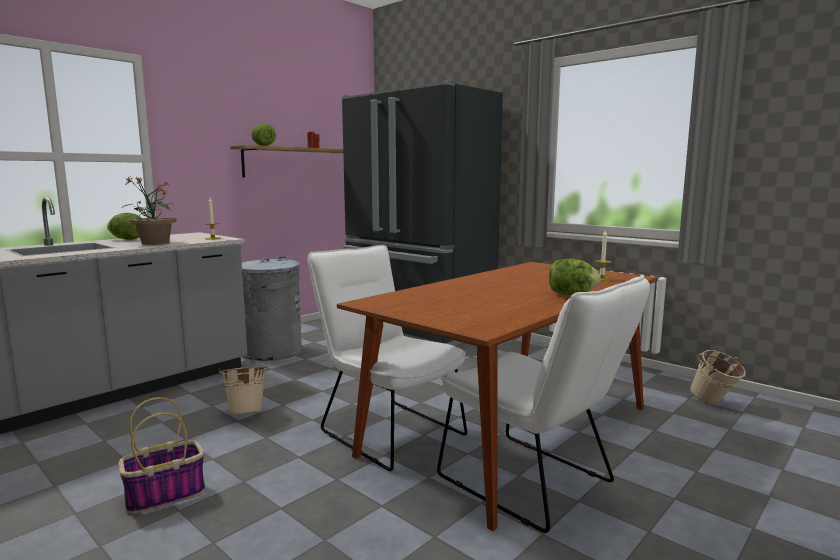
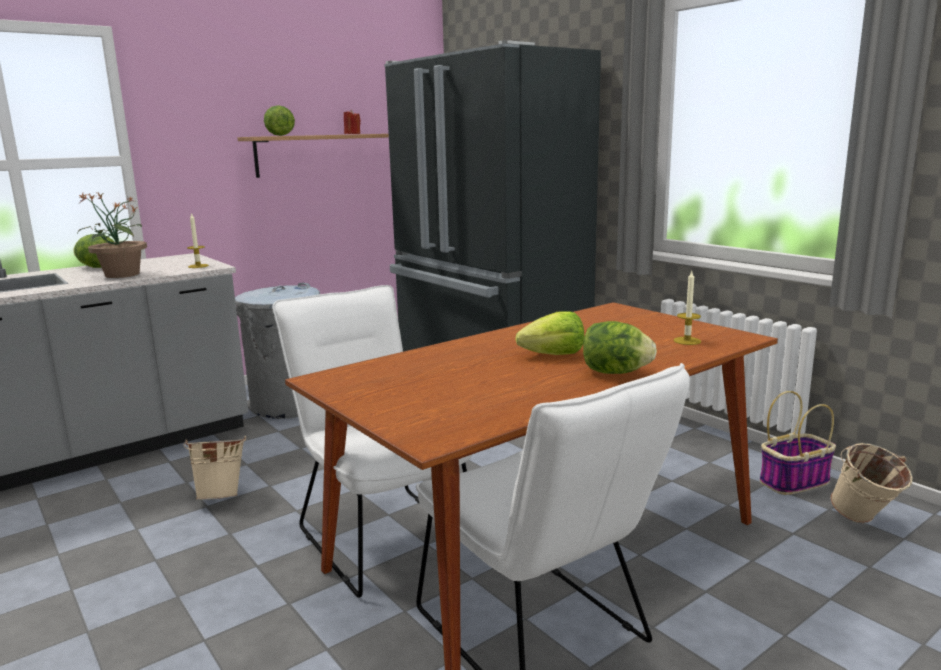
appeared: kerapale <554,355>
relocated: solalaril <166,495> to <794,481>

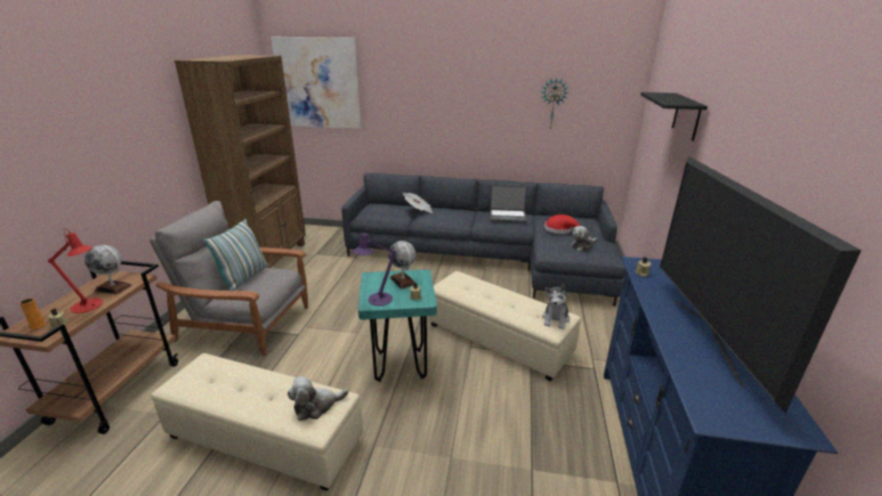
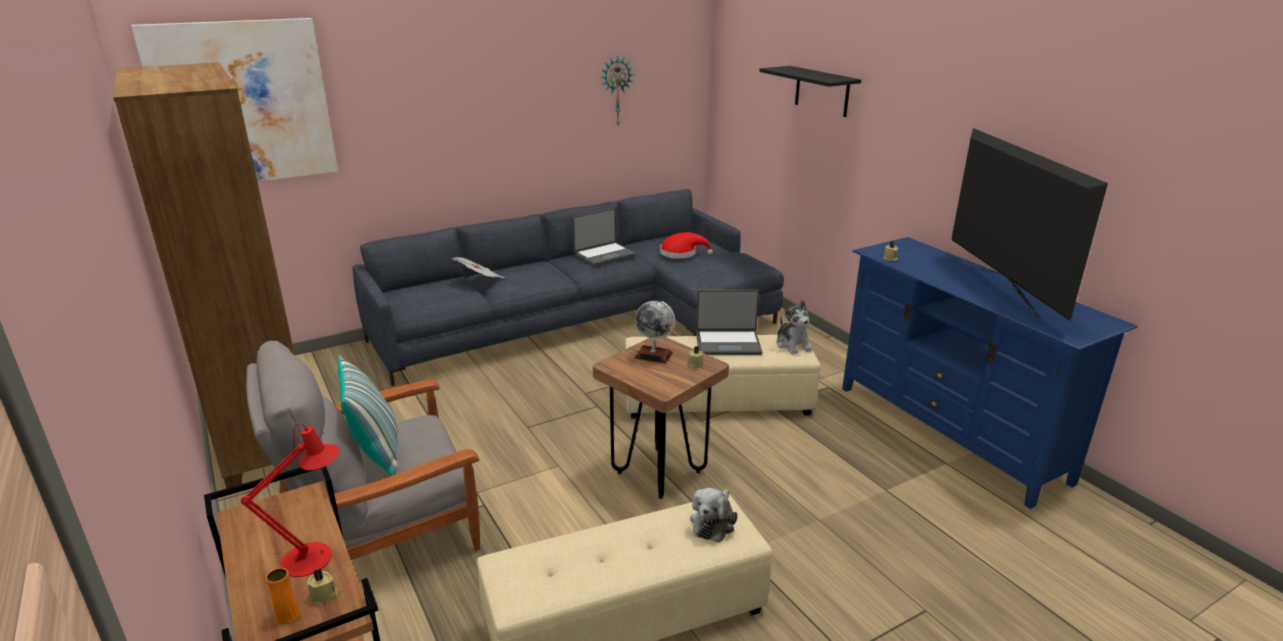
missing: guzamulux <114,288>; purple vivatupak <377,300>; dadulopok <583,246>
appeared: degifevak <728,343>
colour: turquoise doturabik <400,365> to brown doturabik <659,472>
spun: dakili <705,338> = <998,290> 150 degrees counterclockwise

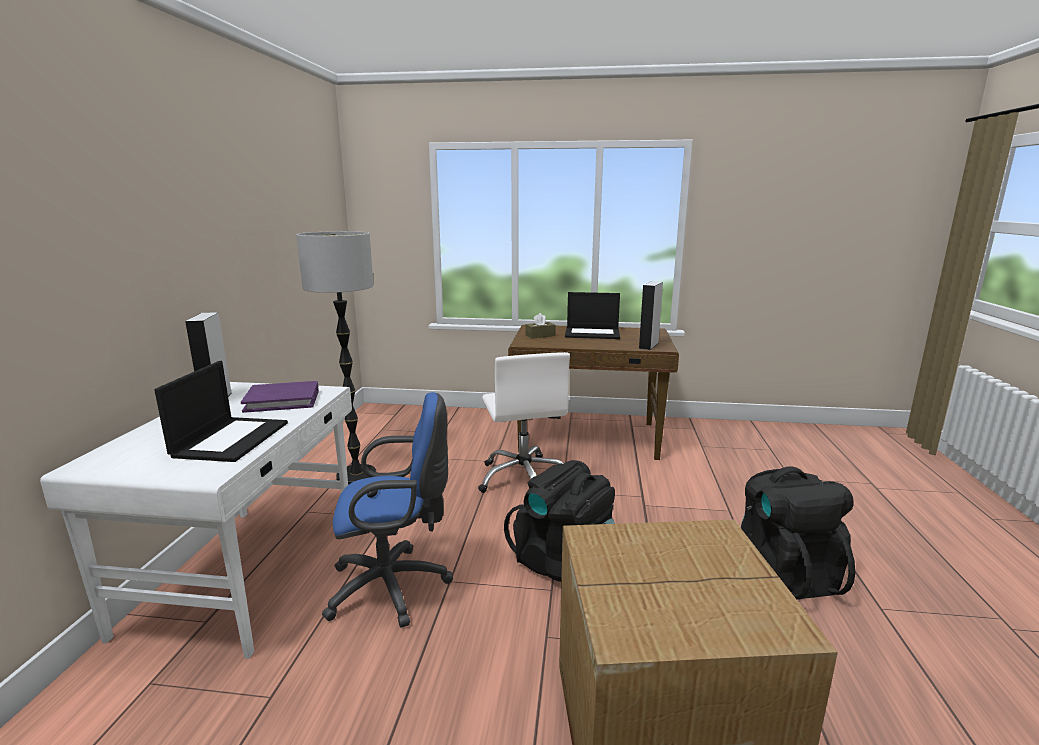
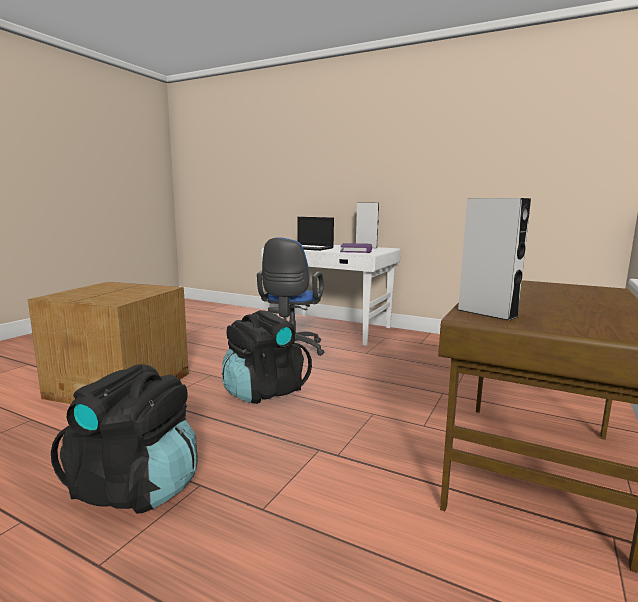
missing: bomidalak <357,477>; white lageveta <524,478>; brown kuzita <540,335>; degifevak <593,333>

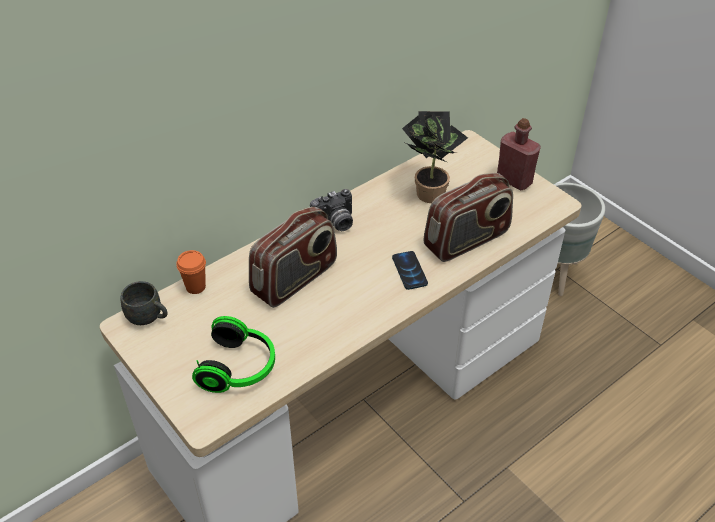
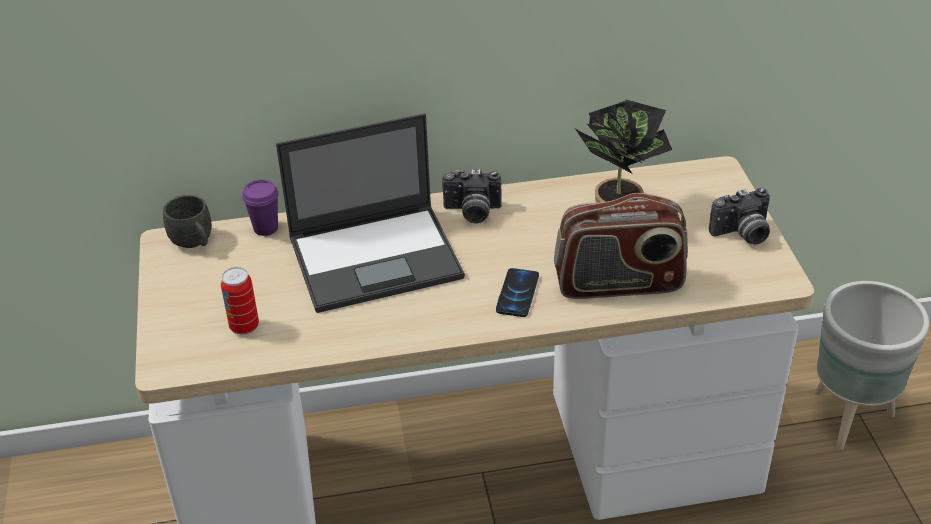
exchanged: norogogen <240,368> to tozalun <244,326>; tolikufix <295,279> to degifevak <377,257>; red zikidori <514,180> to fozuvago <742,234>
colour: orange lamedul <195,287> to purple lamedul <265,228>

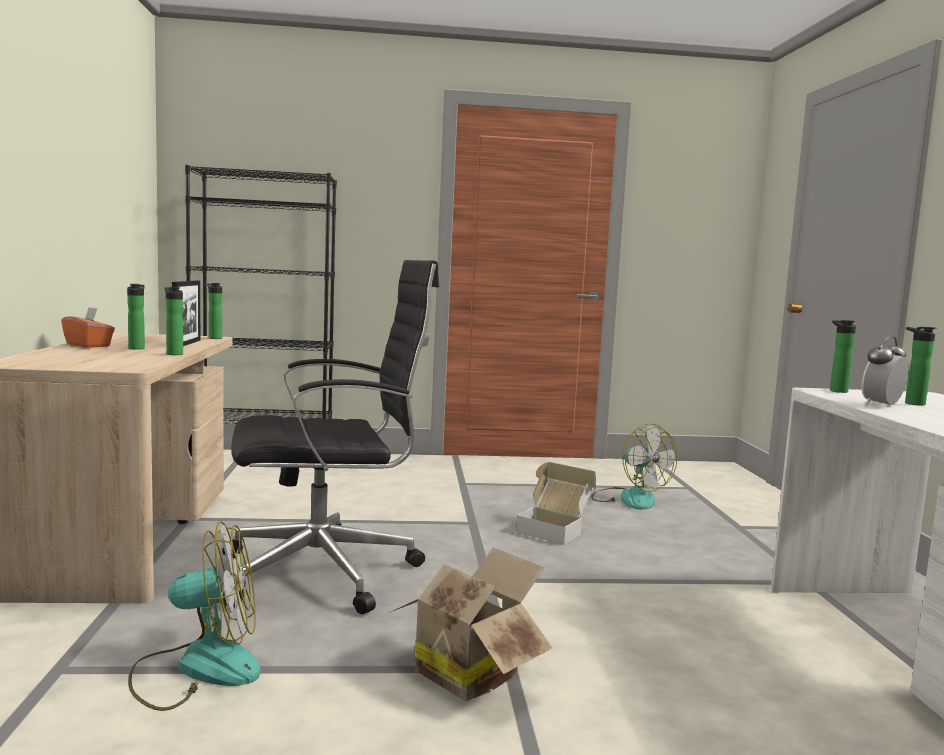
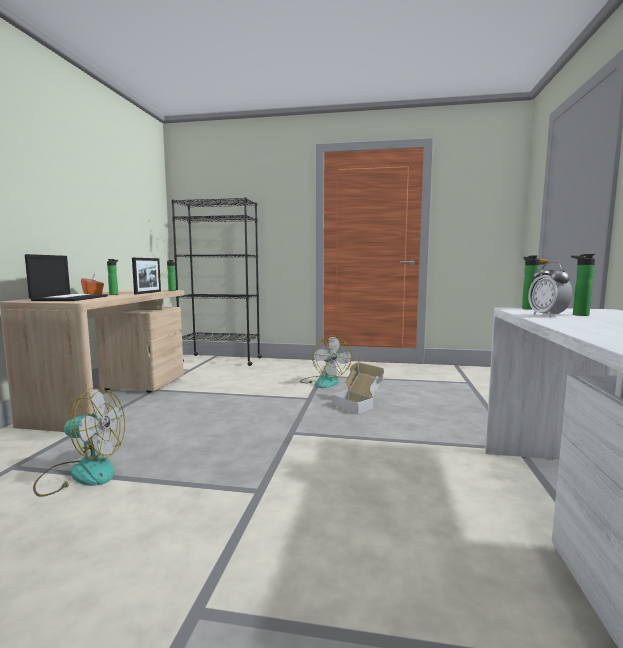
missing: zikidori <174,354>; black lageveta <326,572>; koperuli <469,672>
appeared: degifevak <70,298>
relocated: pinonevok <629,498> to <324,381>
spun: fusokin <881,405> = <547,315> 75 degrees counterclockwise

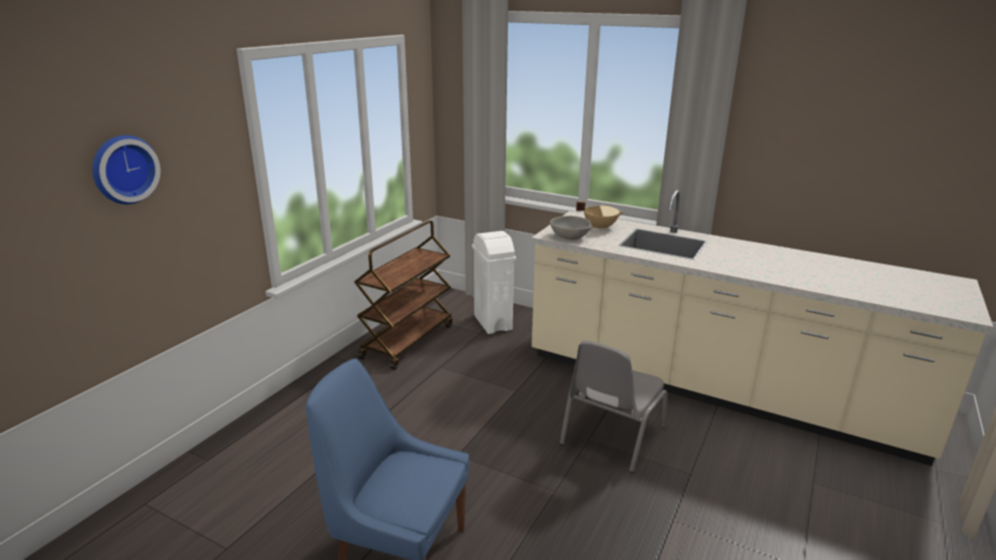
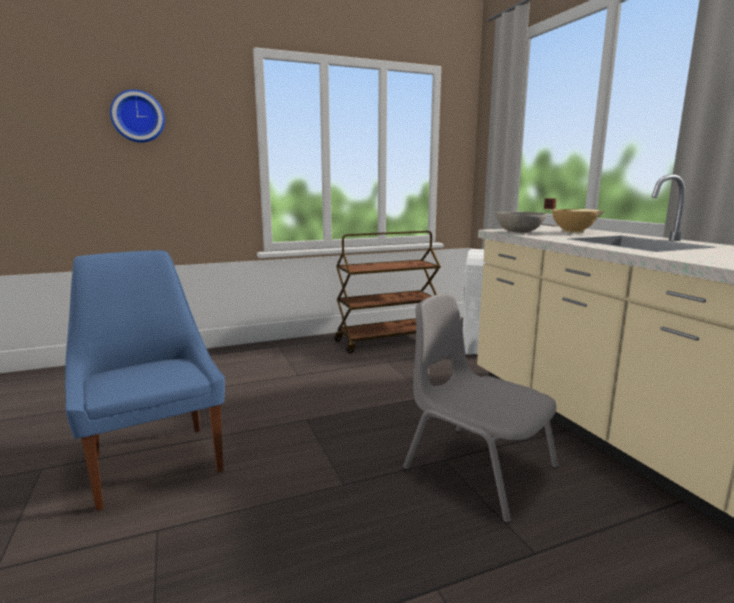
spun: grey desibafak <611,436> = <477,467> 60 degrees clockwise

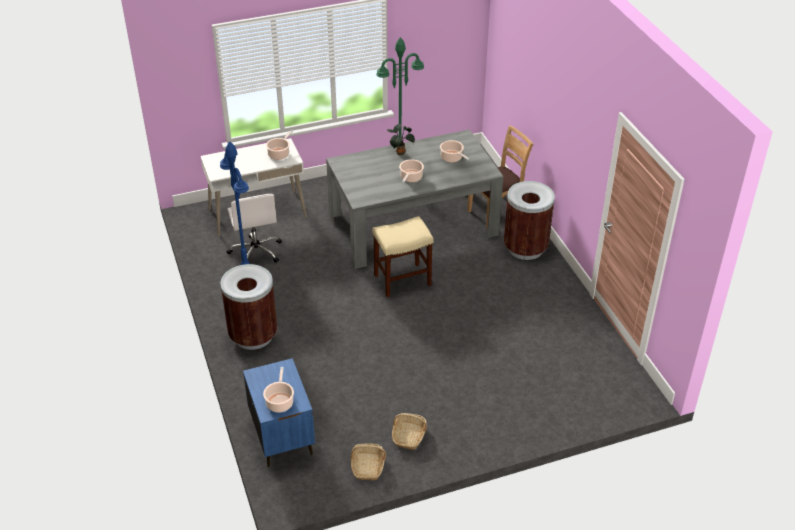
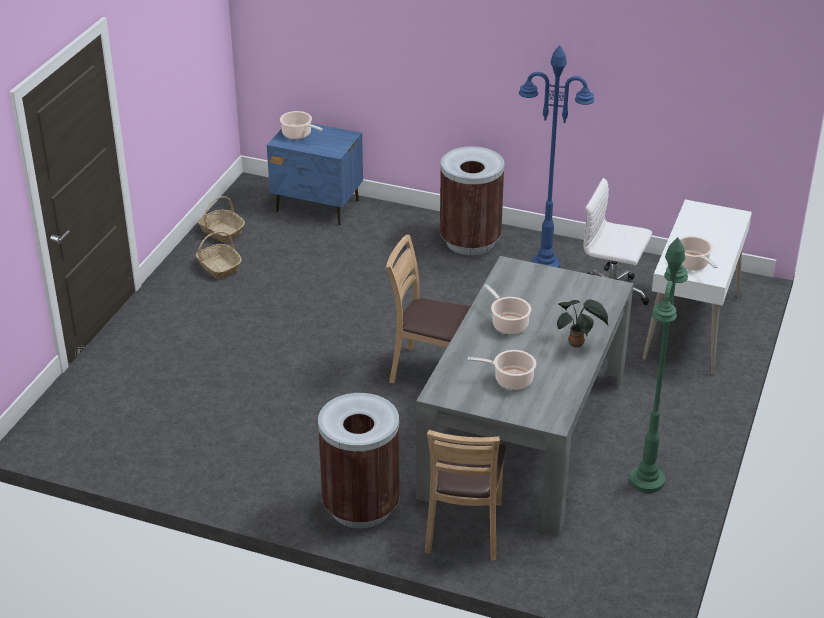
exchanged: beige doturabik <402,280> to brown desibafak <431,371>

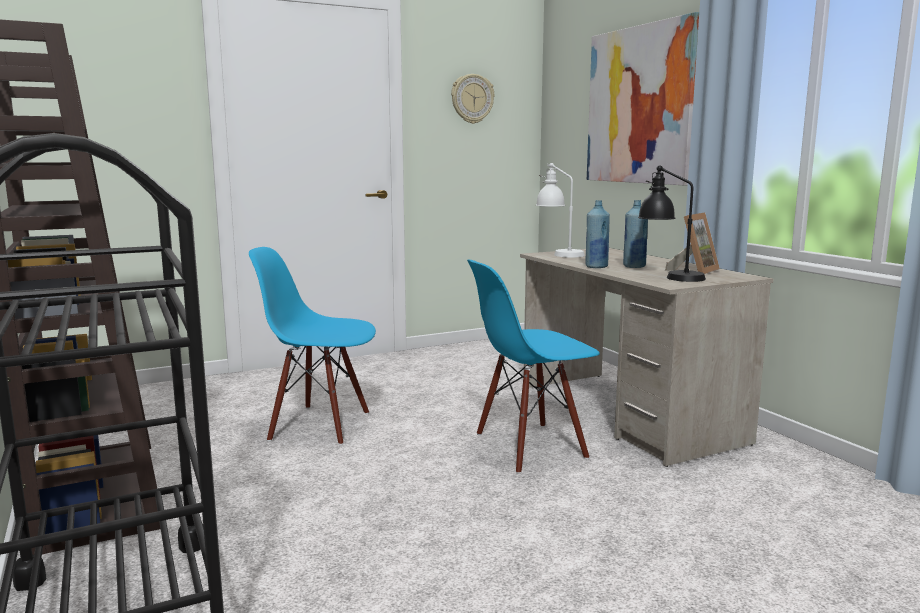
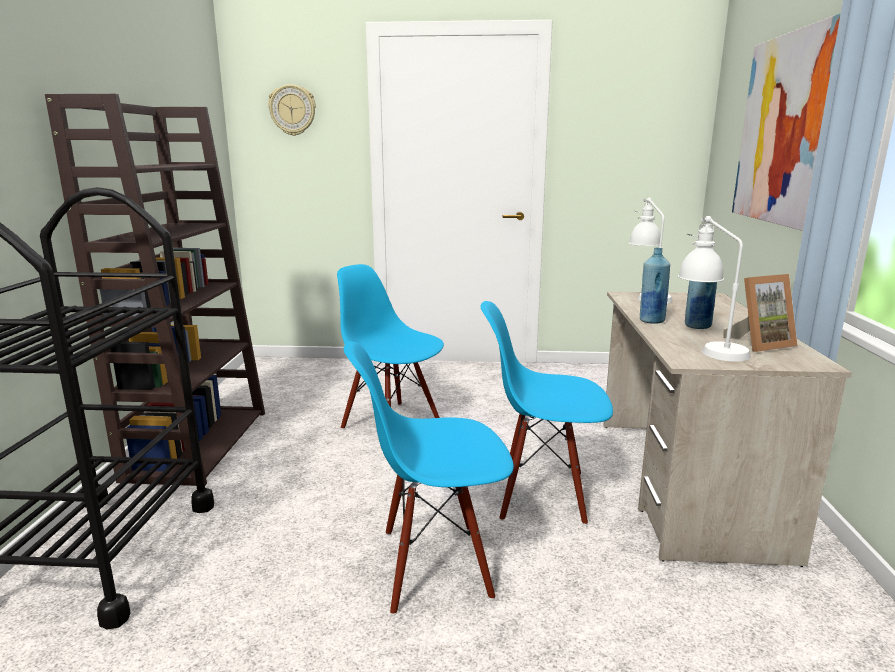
appeared: blue desibafak <434,565>
relocated: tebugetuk <472,99> to <292,110>
colour: black vivatupak <668,277> to white vivatupak <707,348>

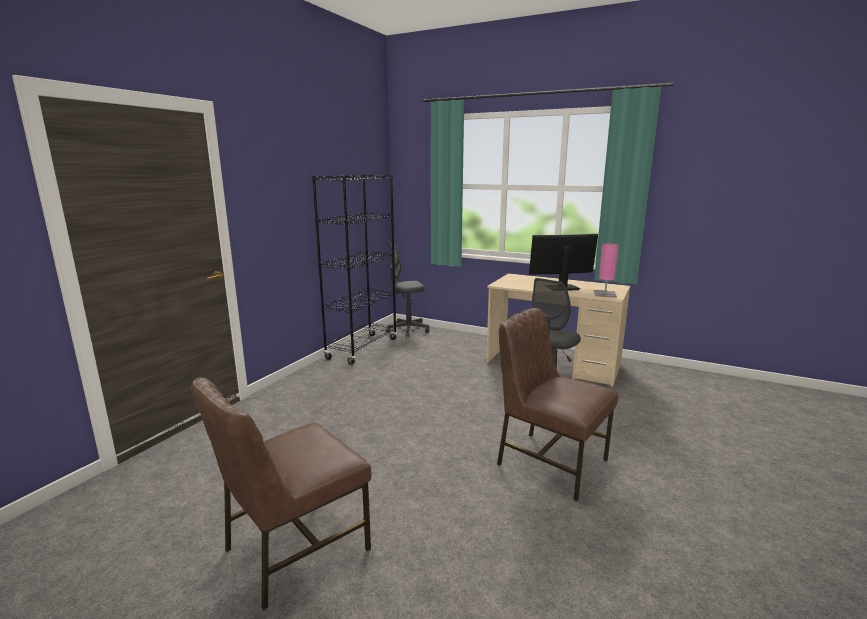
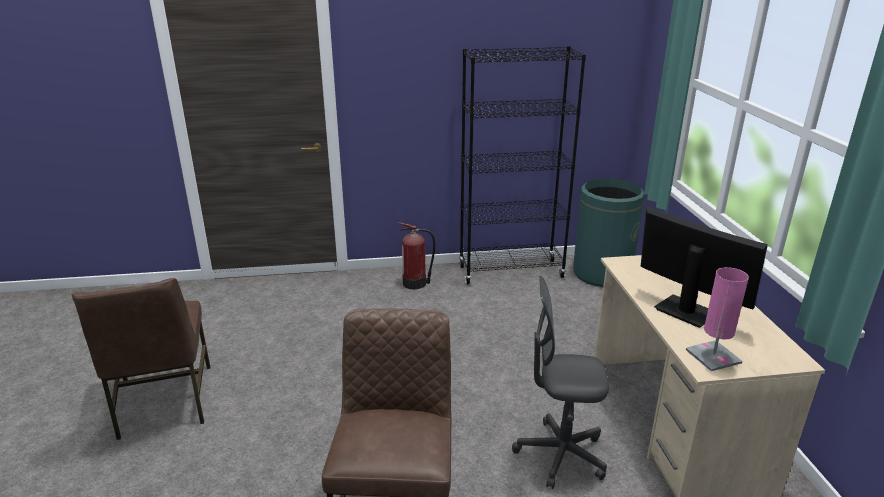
appeared: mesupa <416,283>
exchanged: grey lageveta <407,330> to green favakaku <601,273>
spun: brown desibafak <294,549> = <164,402> 120 degrees counterclockwise

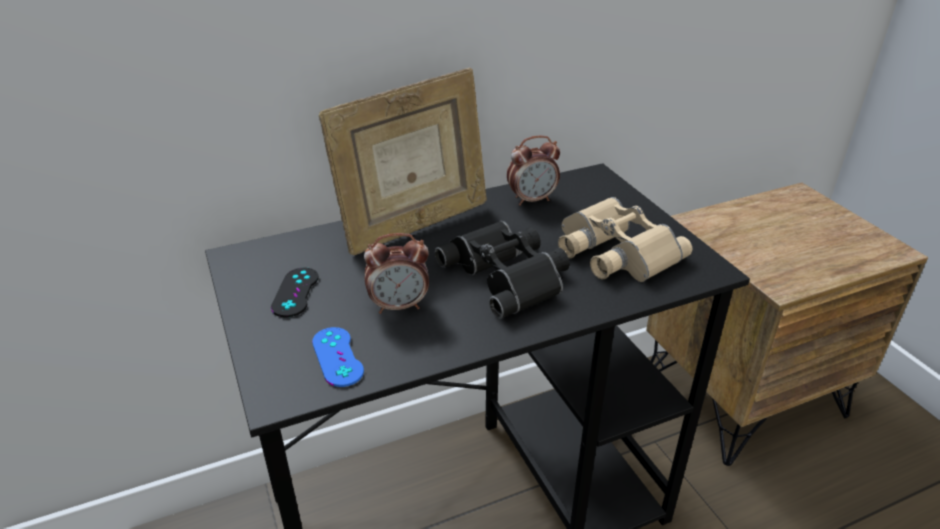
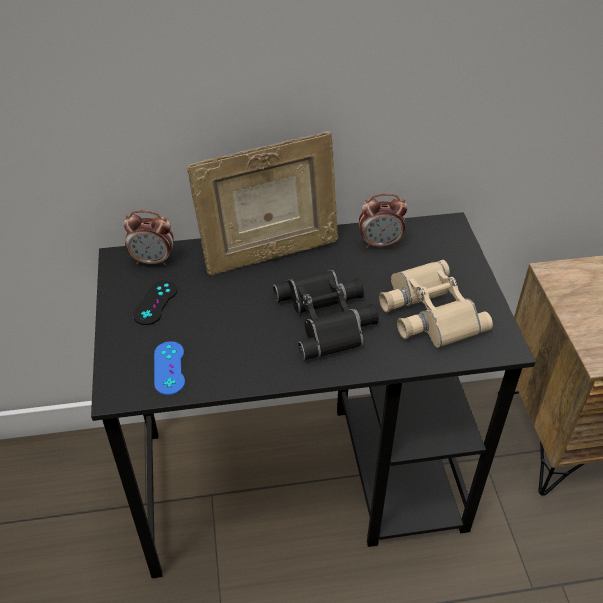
relocated: fusokin <399,306> to <153,260>

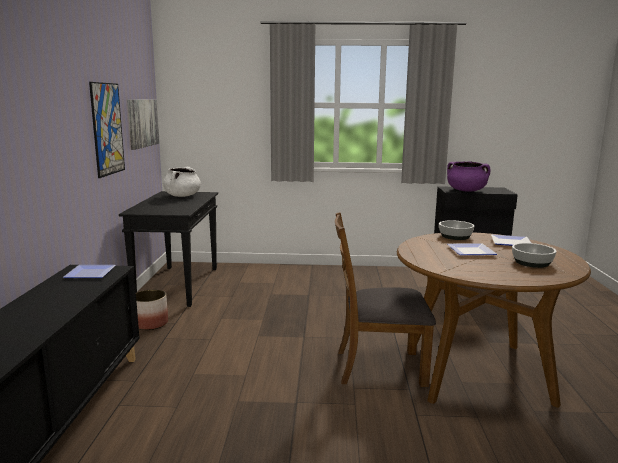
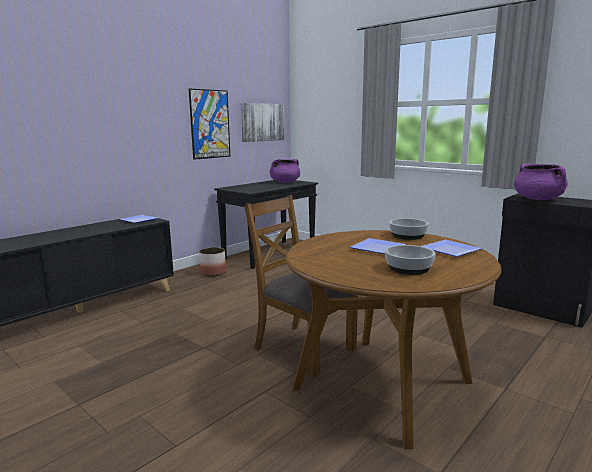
colour: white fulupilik <182,196> to purple fulupilik <285,182>

